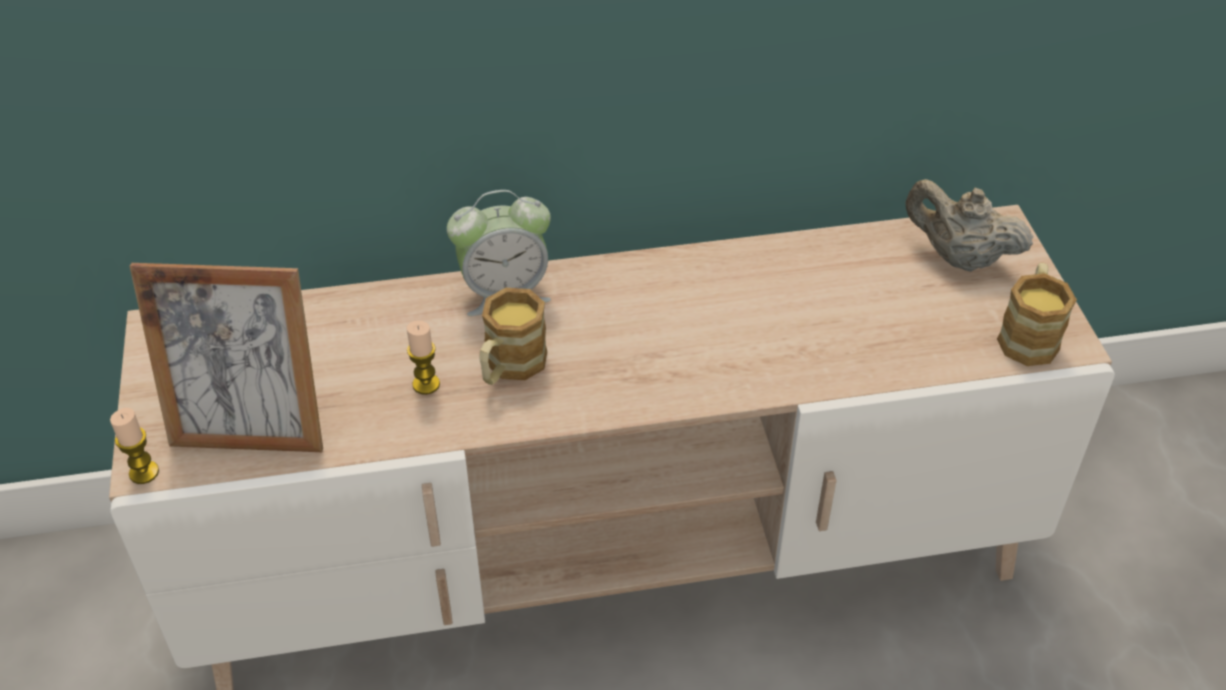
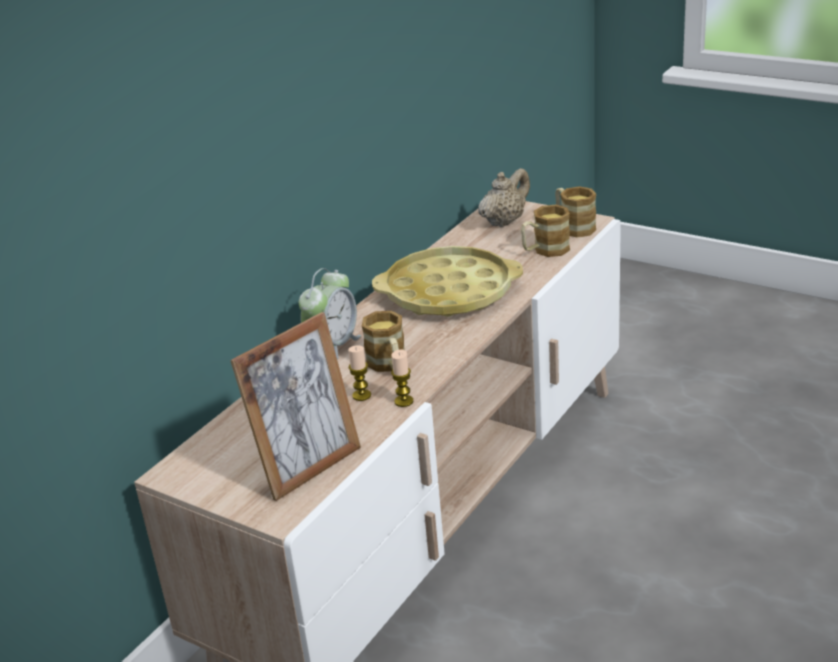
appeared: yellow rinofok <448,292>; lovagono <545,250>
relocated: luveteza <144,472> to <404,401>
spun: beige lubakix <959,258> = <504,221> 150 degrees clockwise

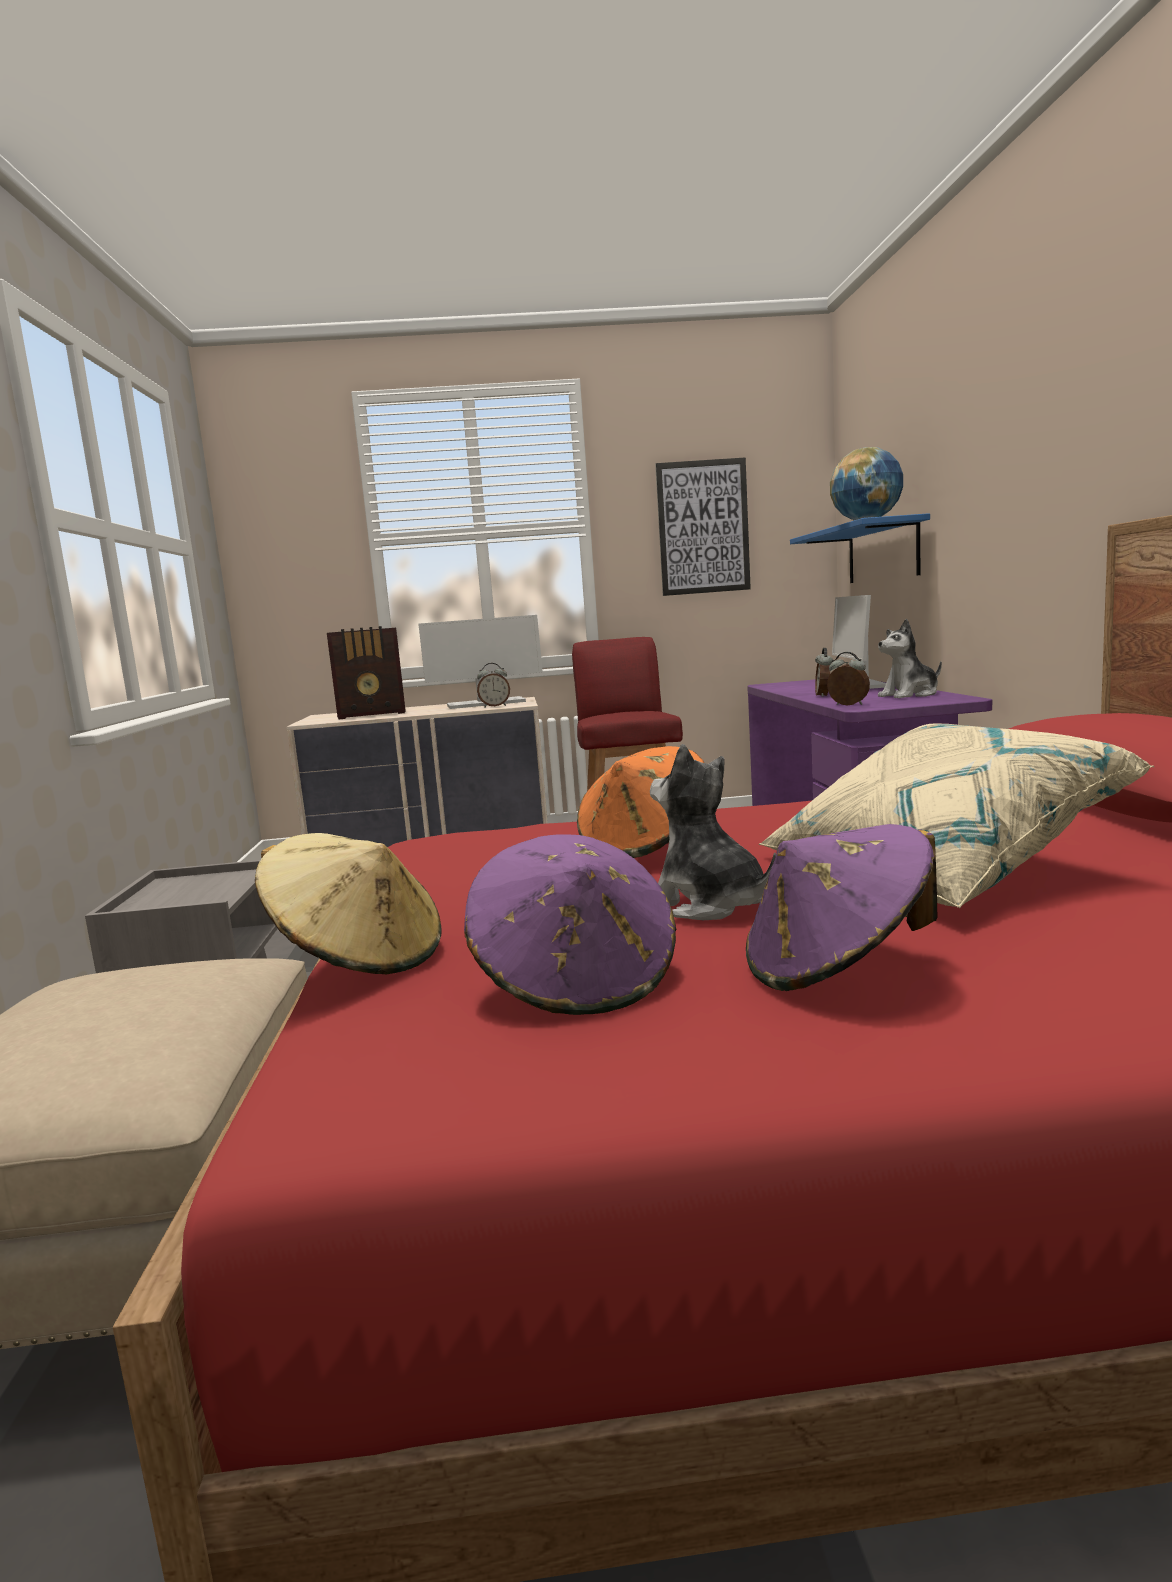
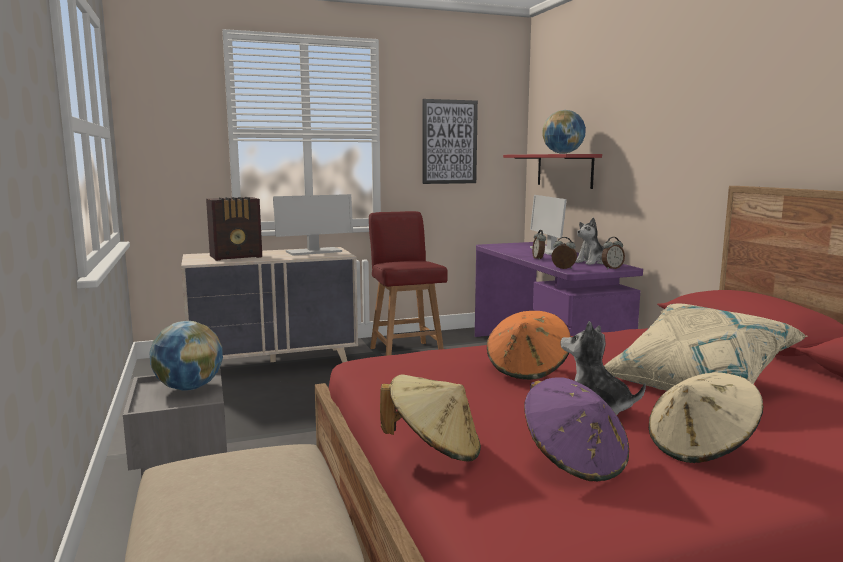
appeared: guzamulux <188,388>
relocated: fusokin <495,706> to <611,268>
colour: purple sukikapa <837,967> to beige sukikapa <701,447>; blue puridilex <882,552> to red puridilex <564,170>

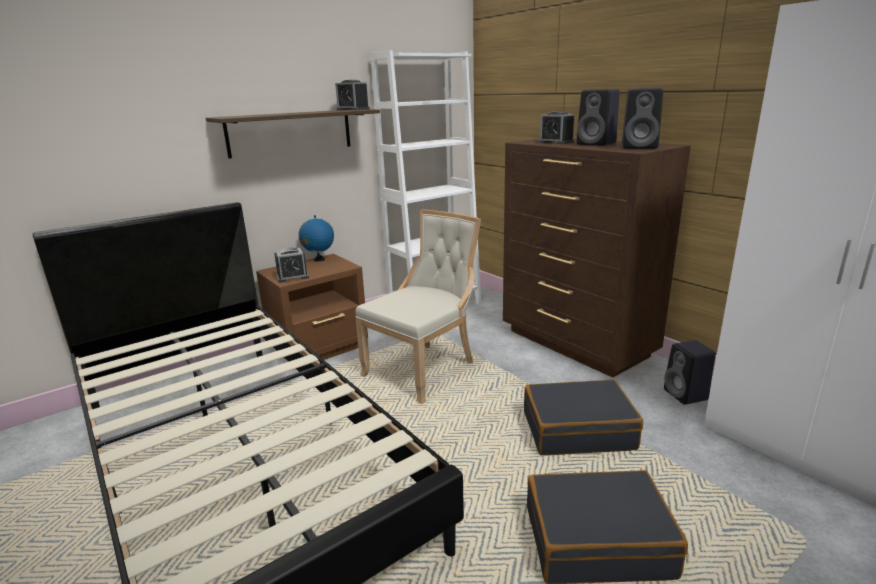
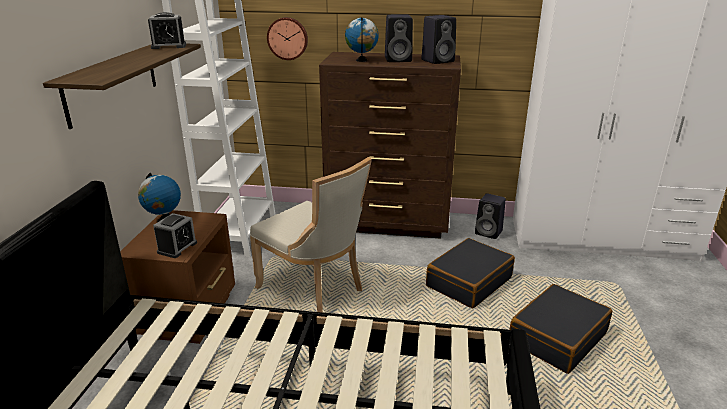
appeared: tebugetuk <288,38>
exchanged: fusokin <555,142> to guzamulux <362,60>
spun: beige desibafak <424,369> = <314,289> 135 degrees clockwise

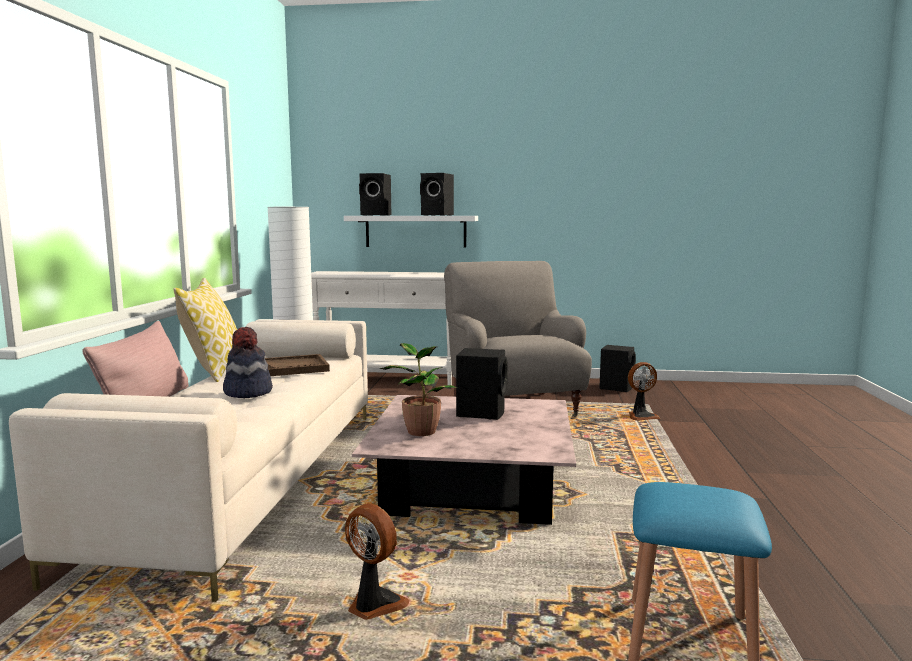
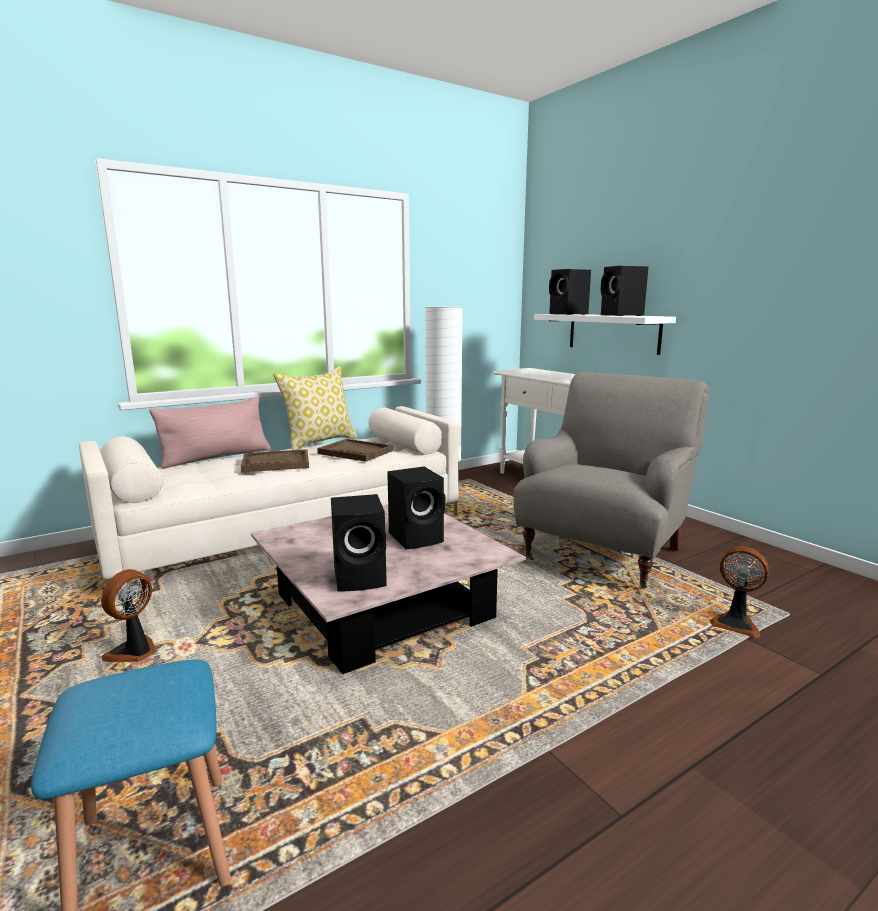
missing: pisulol <420,431>
relocated: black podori <616,387> to <362,577>
exchanged: sukikapa <247,392> to brown rinofok <275,463>
spun: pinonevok <374,605> = <134,652> 150 degrees counterclockwise

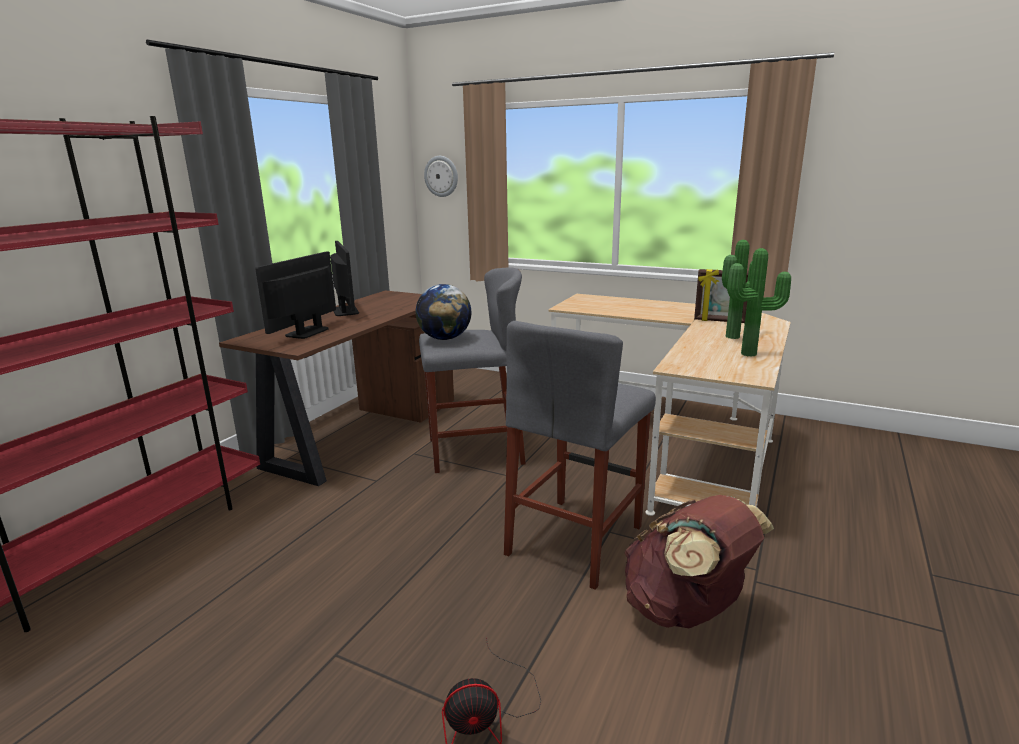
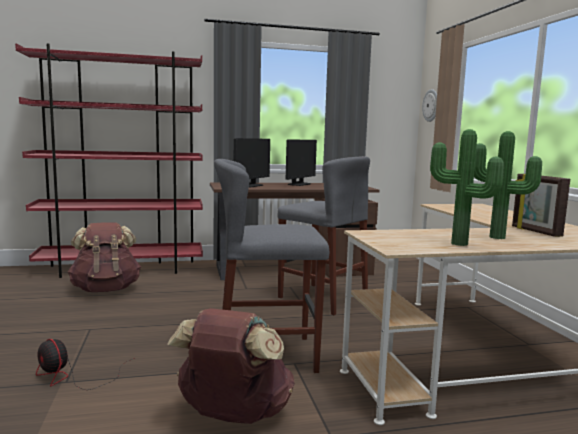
missing: guzamulux <445,338>
appeared: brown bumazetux <106,290>
spun: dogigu <307,332> = <250,185> 135 degrees clockwise

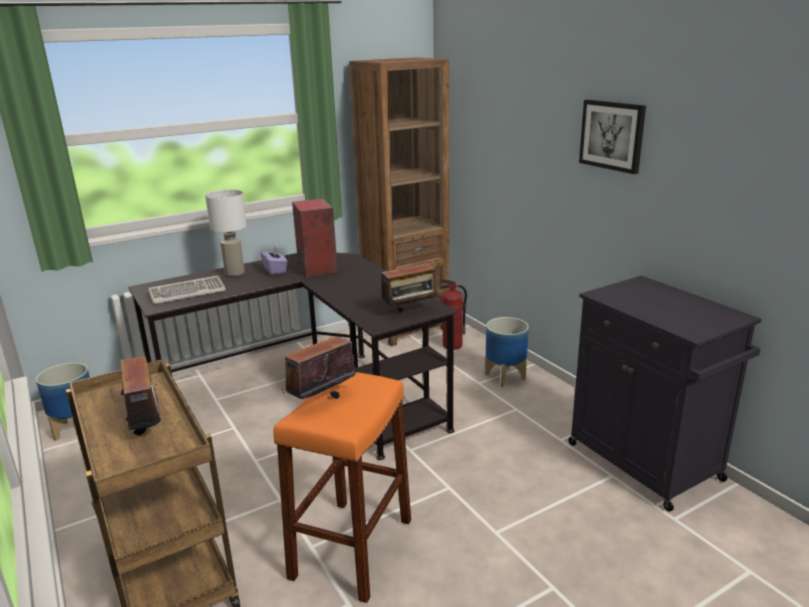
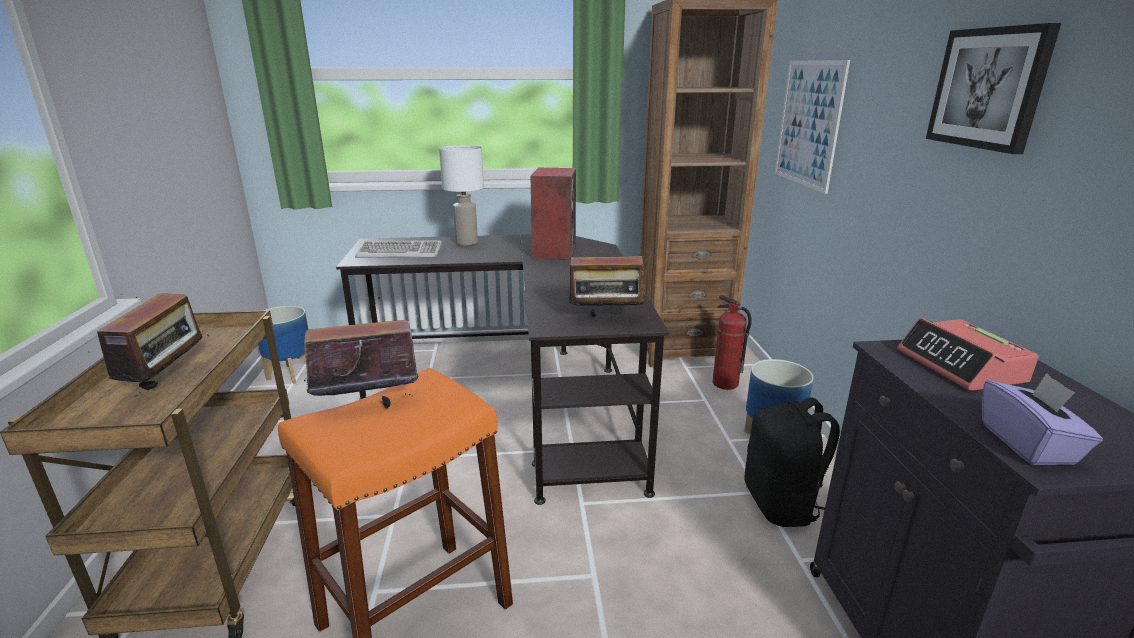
appeared: black bumazetux <782,504>; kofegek <808,123>; fusokin <961,367>
relocated: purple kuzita <275,270> to <1028,444>

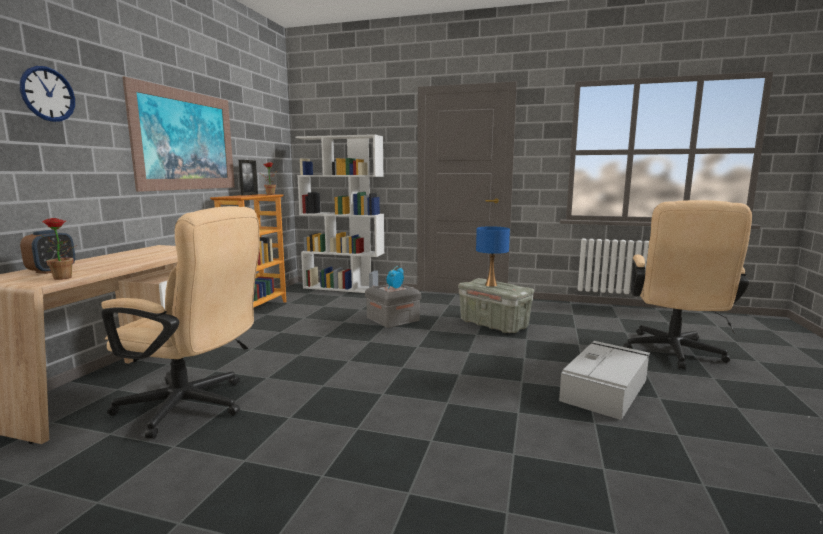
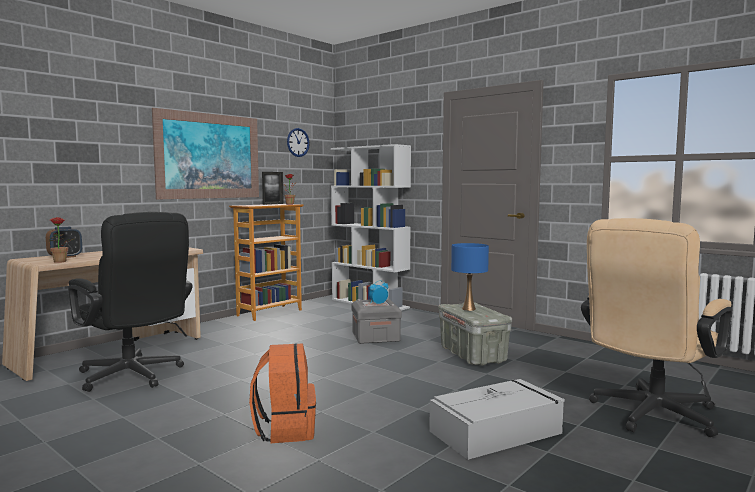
appeared: orange bumazetux <285,430>
relocated: tebugetuk <48,94> to <298,142>
colour: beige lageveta <193,407> to black lageveta <134,377>

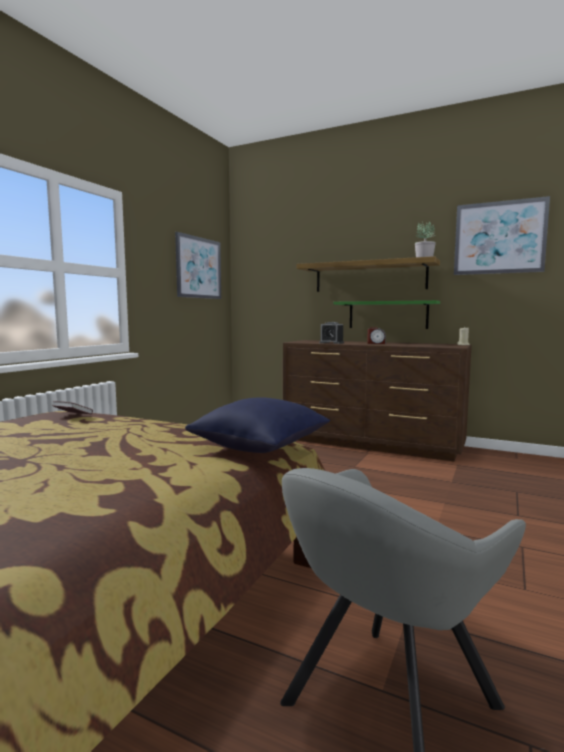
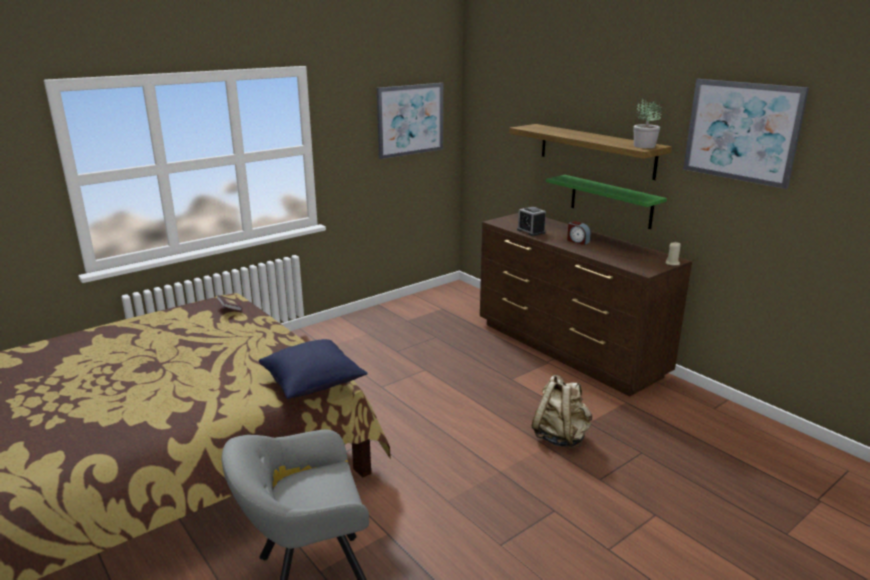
appeared: beige bumazetux <560,437>

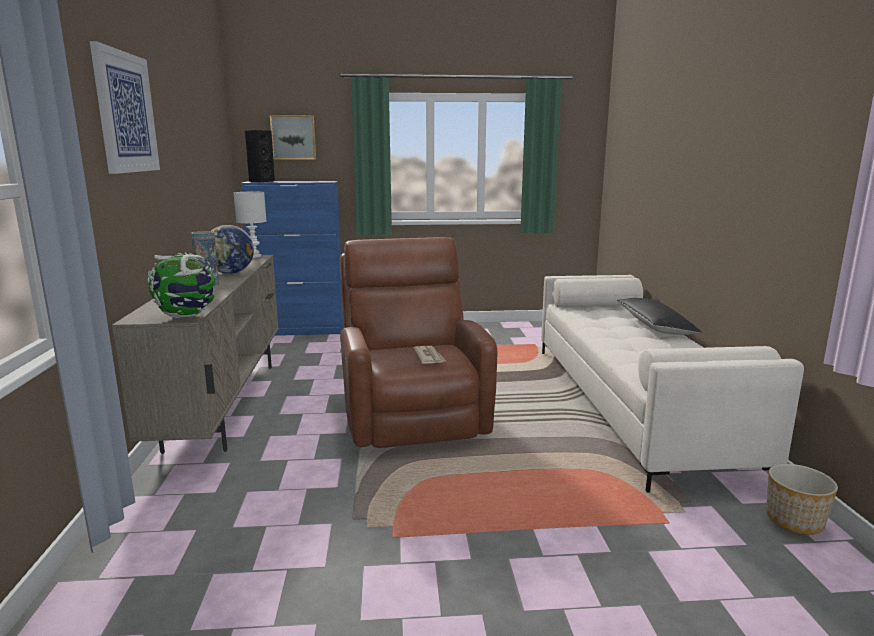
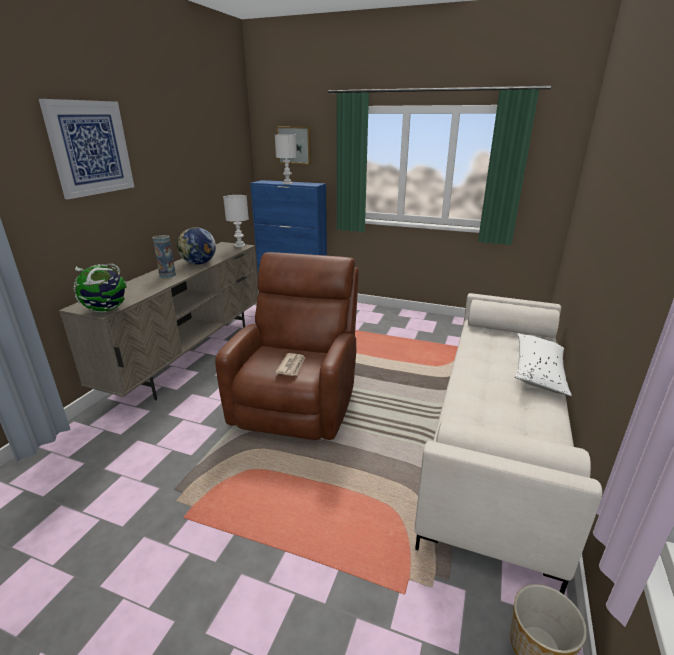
missing: black podori <261,181>
appeared: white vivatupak <288,183>
colour: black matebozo <655,326> to white matebozo <539,371>

